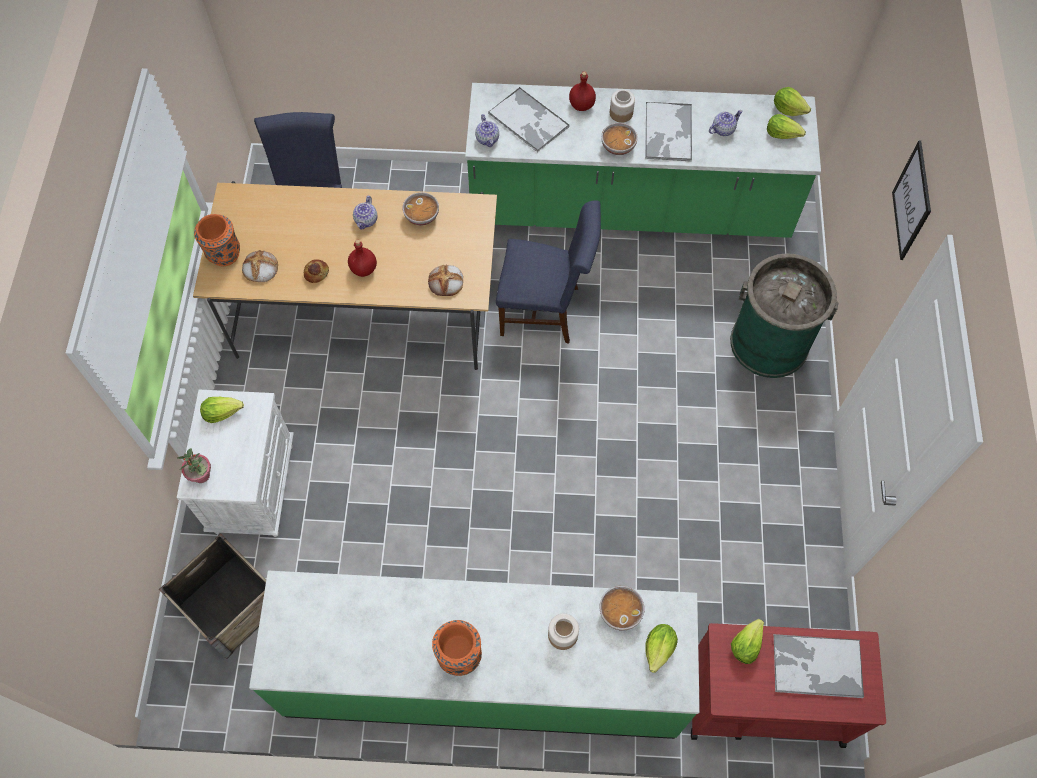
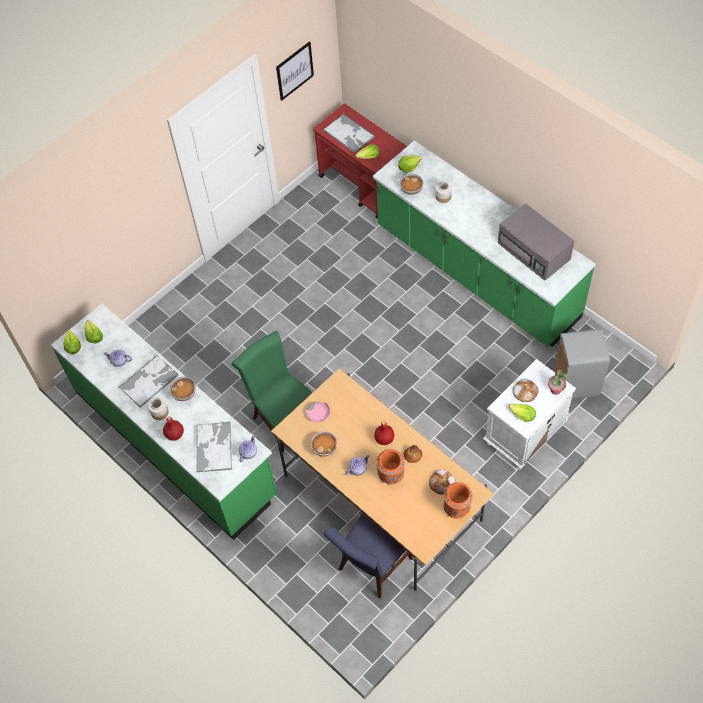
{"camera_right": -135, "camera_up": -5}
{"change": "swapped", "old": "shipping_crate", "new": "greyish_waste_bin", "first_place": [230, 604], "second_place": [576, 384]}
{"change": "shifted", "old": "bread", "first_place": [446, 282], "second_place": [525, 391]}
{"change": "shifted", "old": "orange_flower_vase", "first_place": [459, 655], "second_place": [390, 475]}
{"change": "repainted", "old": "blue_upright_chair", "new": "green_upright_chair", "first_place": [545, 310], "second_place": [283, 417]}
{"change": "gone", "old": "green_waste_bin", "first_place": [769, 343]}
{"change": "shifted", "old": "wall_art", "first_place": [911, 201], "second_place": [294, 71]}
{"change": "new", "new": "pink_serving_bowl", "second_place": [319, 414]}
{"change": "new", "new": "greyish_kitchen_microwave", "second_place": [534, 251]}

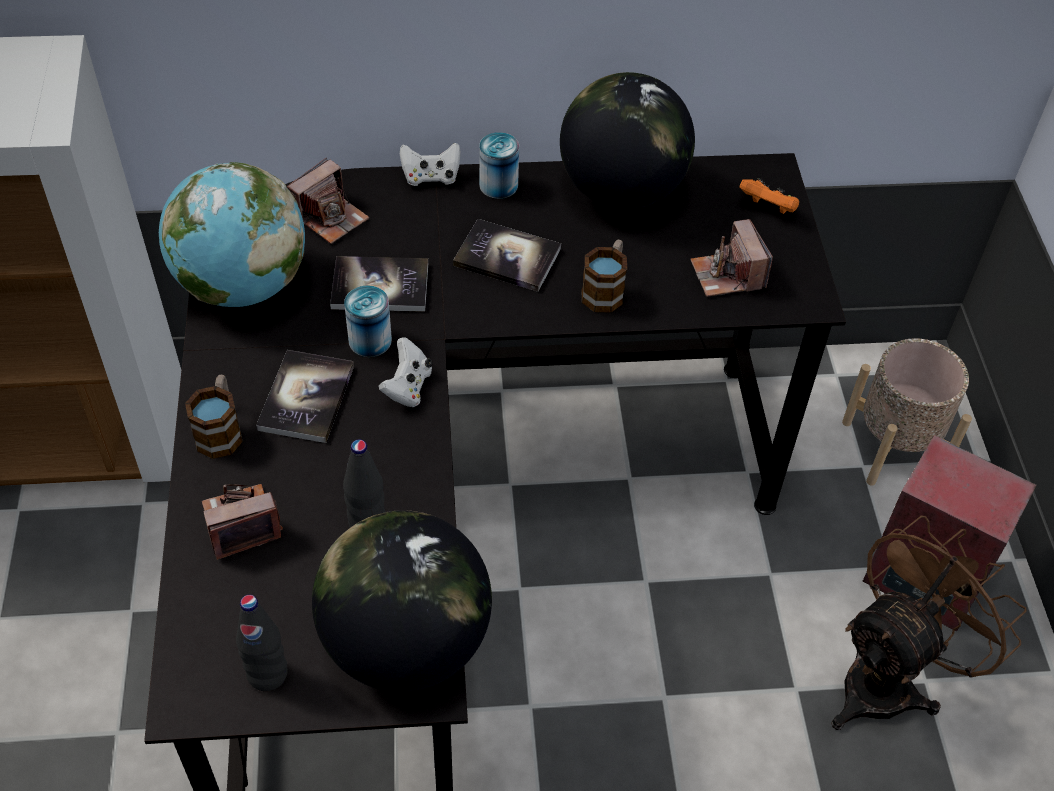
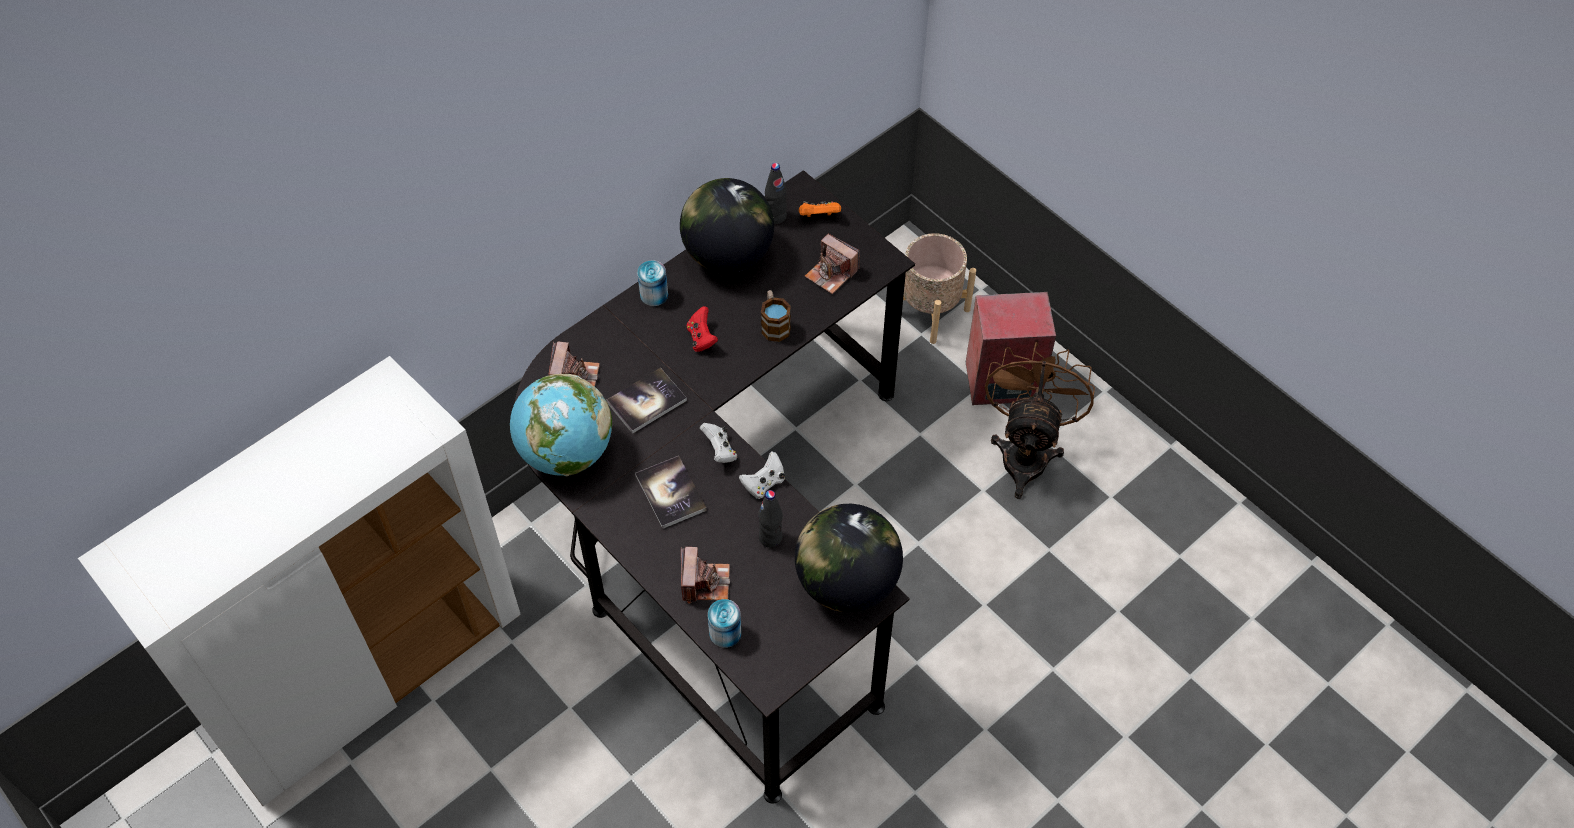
{"camera_right": -35, "camera_up": 5}
{"change": "gone", "old": "coffee_mug", "first_place": [221, 430]}
{"change": "rotated", "old": "photo_camera", "first_place": [240, 523], "second_place": [704, 582], "degrees": 150}
{"change": "shifted", "old": "black-coloured_beverage_bottle", "first_place": [267, 674], "second_place": [776, 217]}
{"change": "shifted", "old": "can", "first_place": [370, 340], "second_place": [725, 633]}
{"change": "shifted", "old": "white-coloured_joypad", "first_place": [431, 177], "second_place": [764, 483]}
{"change": "swapped", "old": "volume", "new": "red_joypad", "first_place": [507, 257], "second_place": [701, 338]}

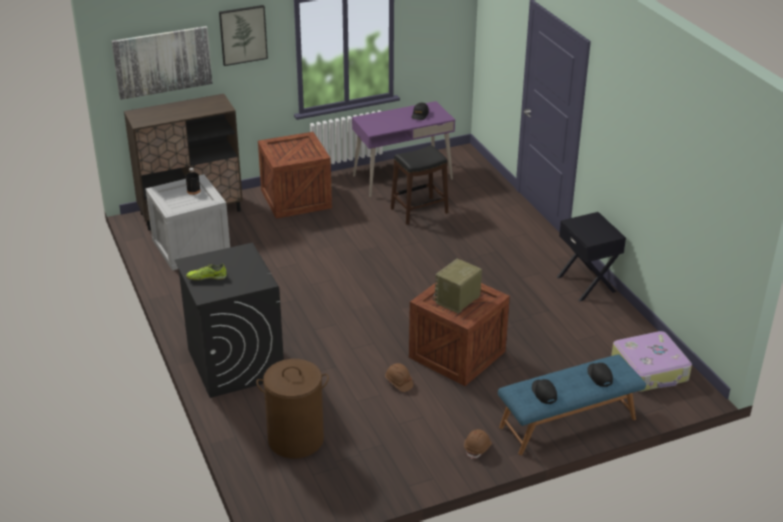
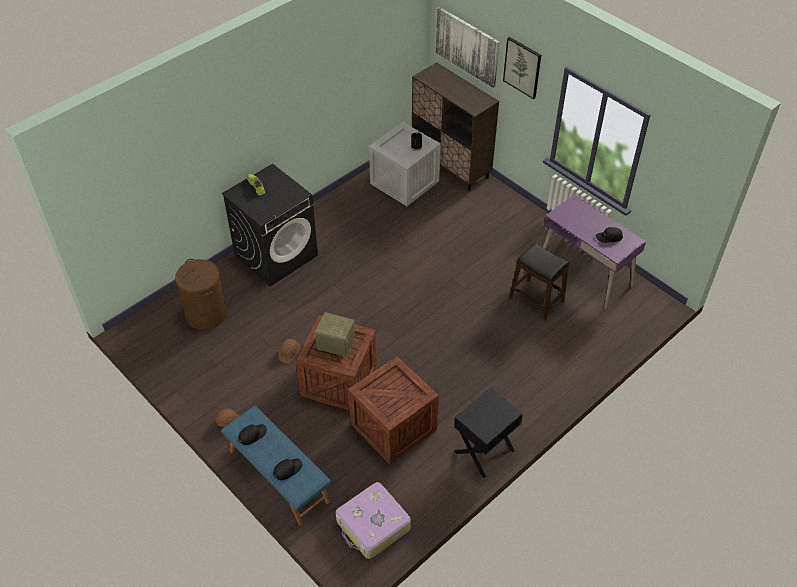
{"camera_right": 70, "camera_up": 15}
{"change": "shifted", "old": "shipping_crate", "first_place": [294, 199], "second_place": [393, 426]}

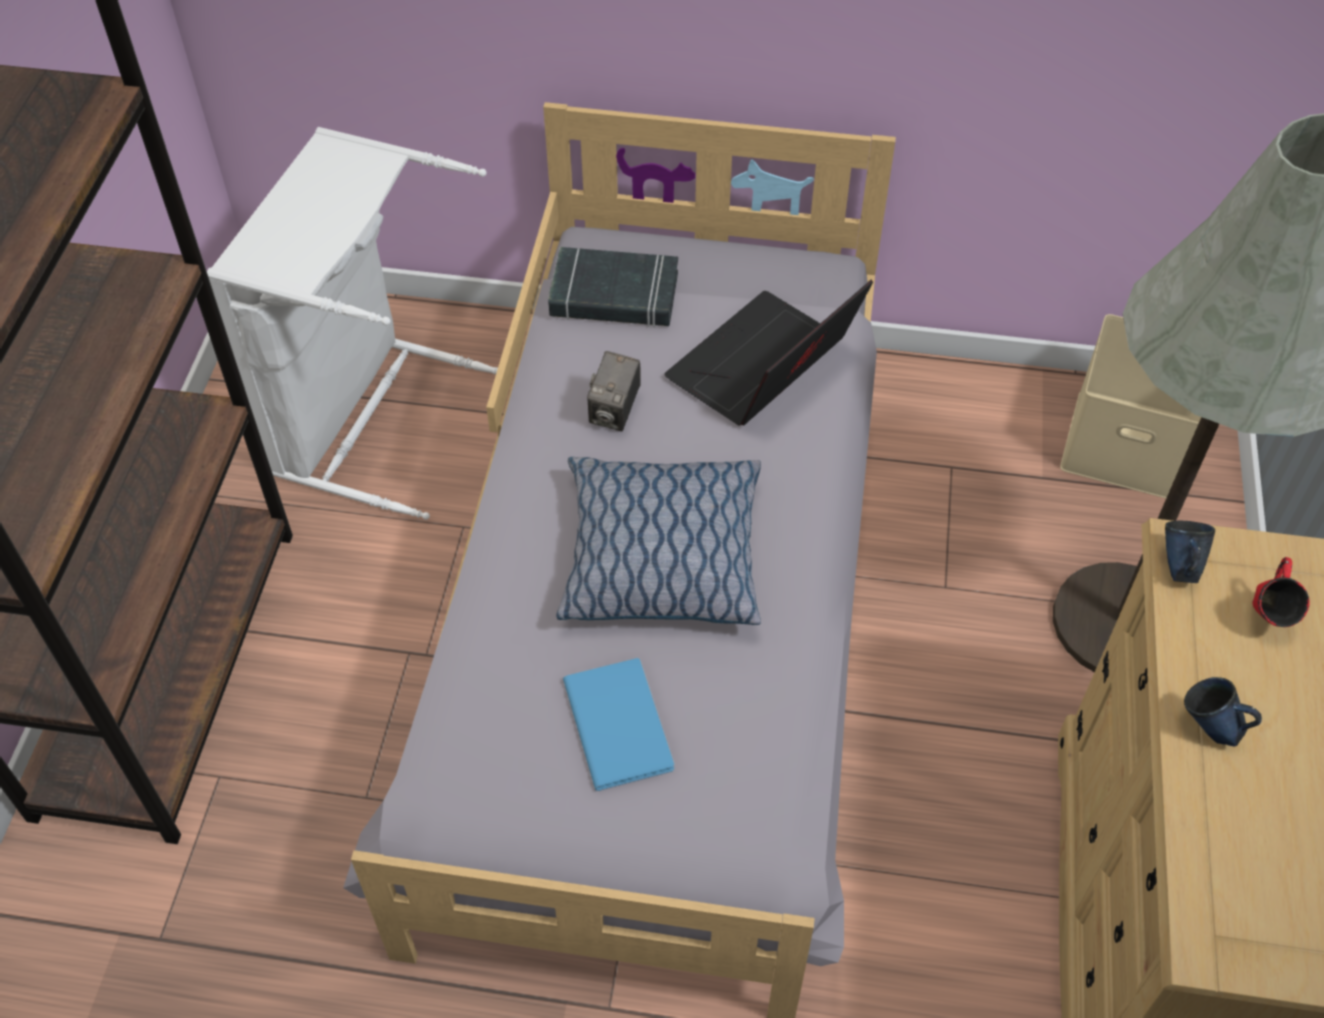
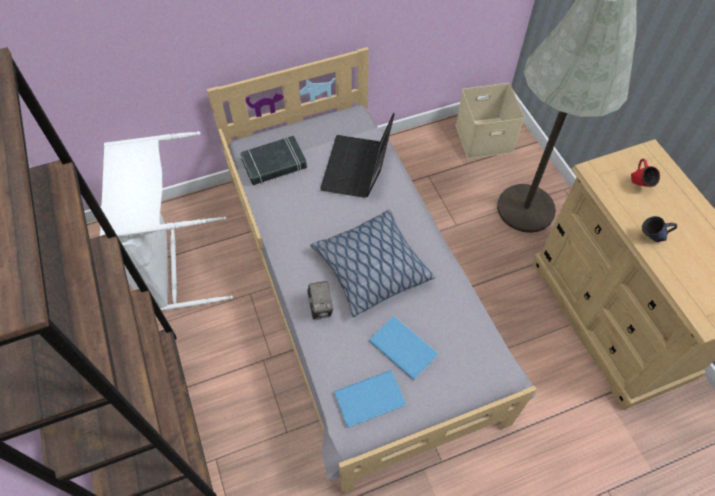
{"camera_right": -30, "camera_up": 5}
{"change": "shifted", "old": "photo_camera", "first_place": [615, 412], "second_place": [320, 307]}
{"change": "gone", "old": "blue_coffee_mug", "first_place": [1178, 568]}
{"change": "new", "new": "blue_volume", "second_place": [372, 400]}

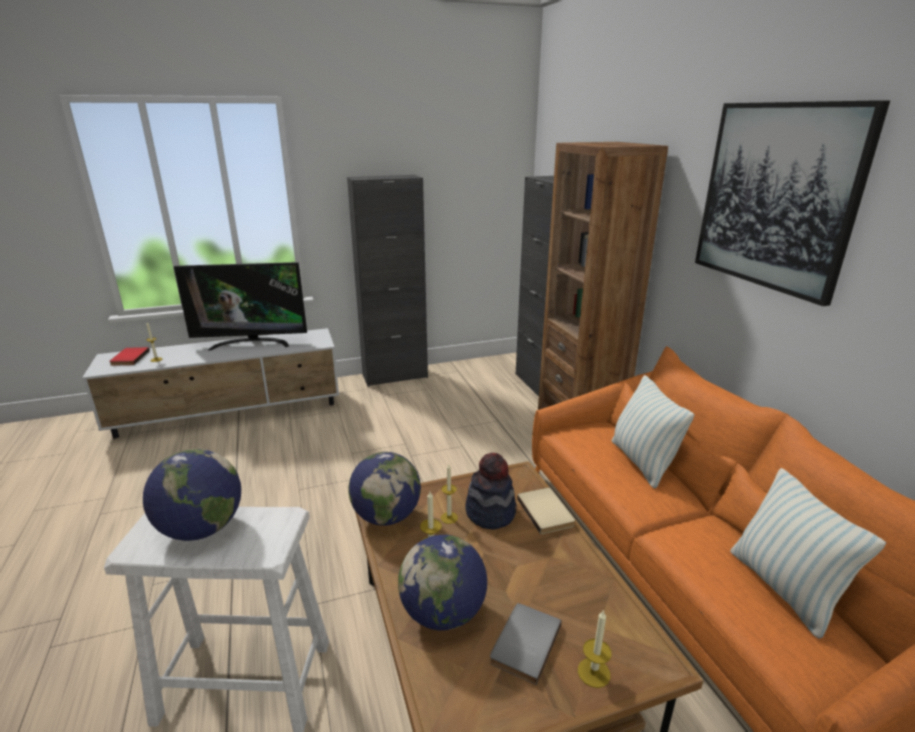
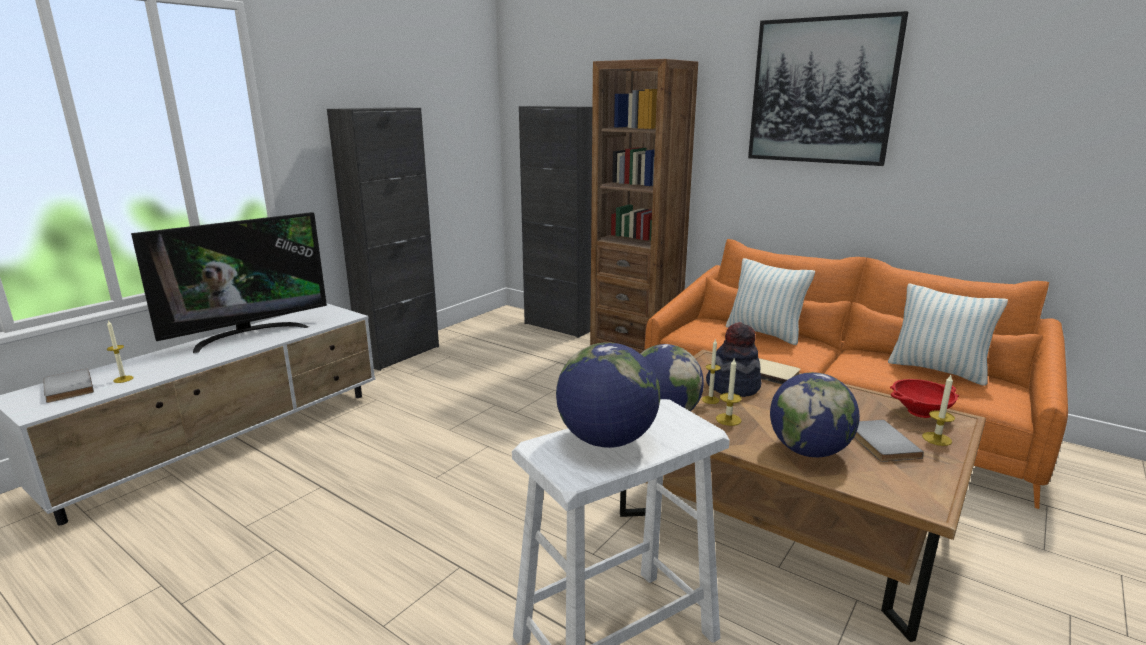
{"camera_right": -35, "camera_up": -5}
{"change": "repainted", "old": "red_volume", "new": "greyish_volume", "first_place": [129, 358], "second_place": [66, 388]}
{"change": "new", "new": "red_serving_bowl", "second_place": [920, 412]}

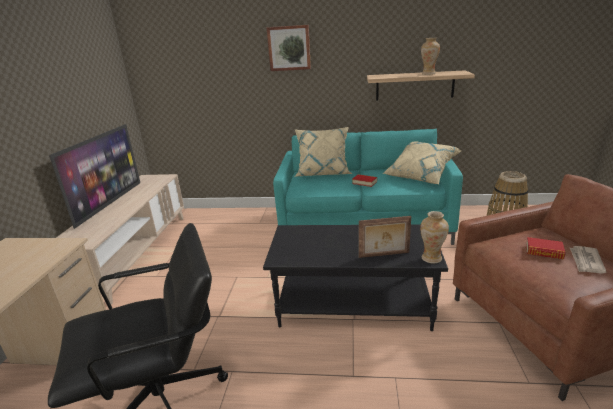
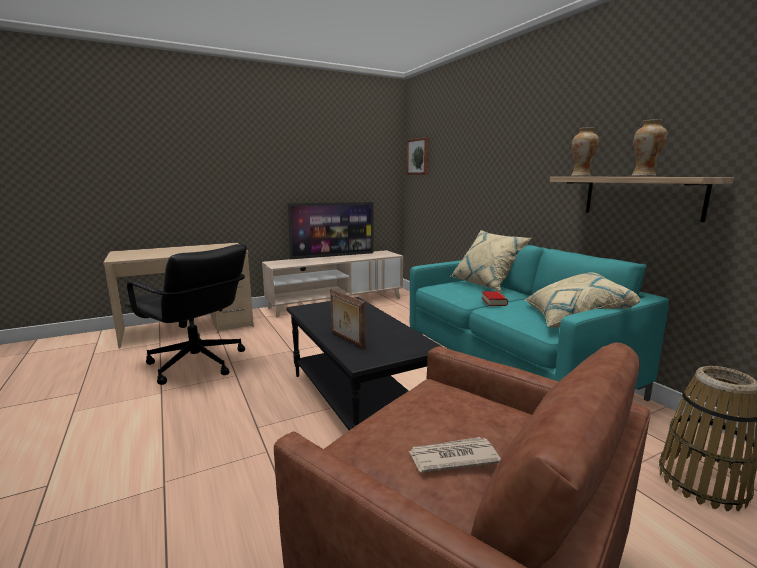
{"camera_right": 55, "camera_up": -10}
{"change": "shifted", "old": "wall_art", "first_place": [289, 48], "second_place": [418, 156]}
{"change": "shifted", "old": "flower_vase", "first_place": [431, 258], "second_place": [581, 176]}
{"change": "gone", "old": "volume", "first_place": [544, 252]}

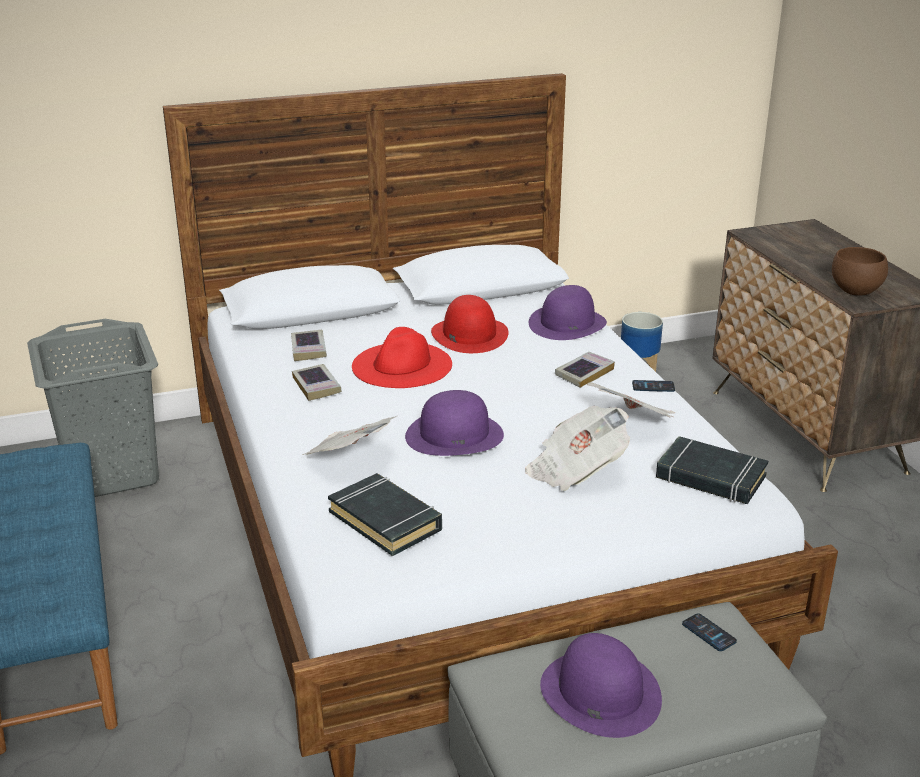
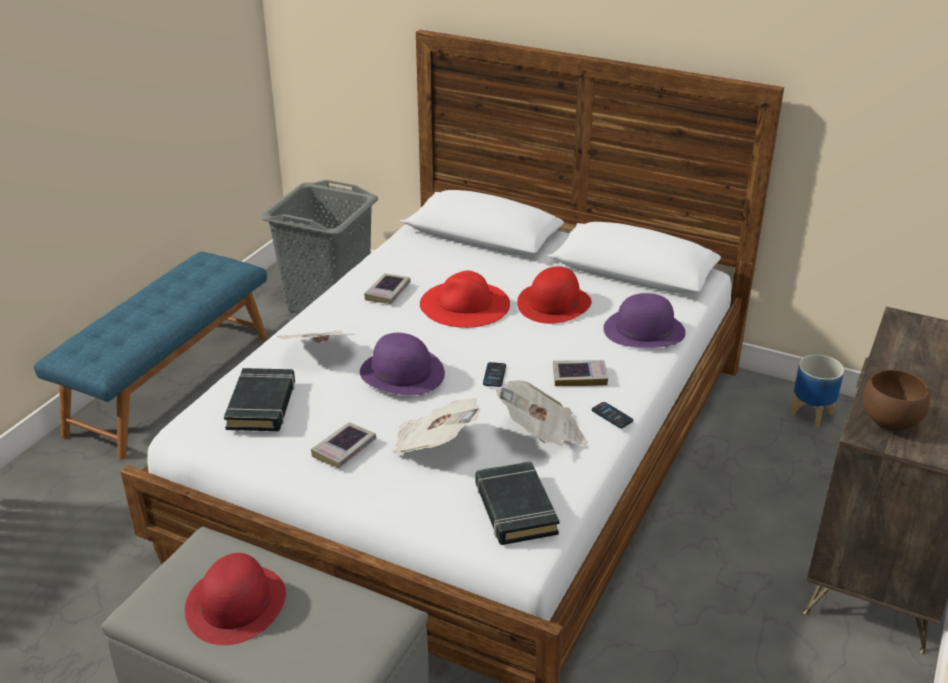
{"camera_right": 45, "camera_up": 5}
{"change": "shifted", "old": "volume", "first_place": [309, 349], "second_place": [344, 449]}
{"change": "repainted", "old": "purple-coloured_clothing_hat", "new": "red_clothing_hat", "first_place": [599, 692], "second_place": [236, 603]}
{"change": "shifted", "old": "telephone", "first_place": [709, 633], "second_place": [494, 375]}

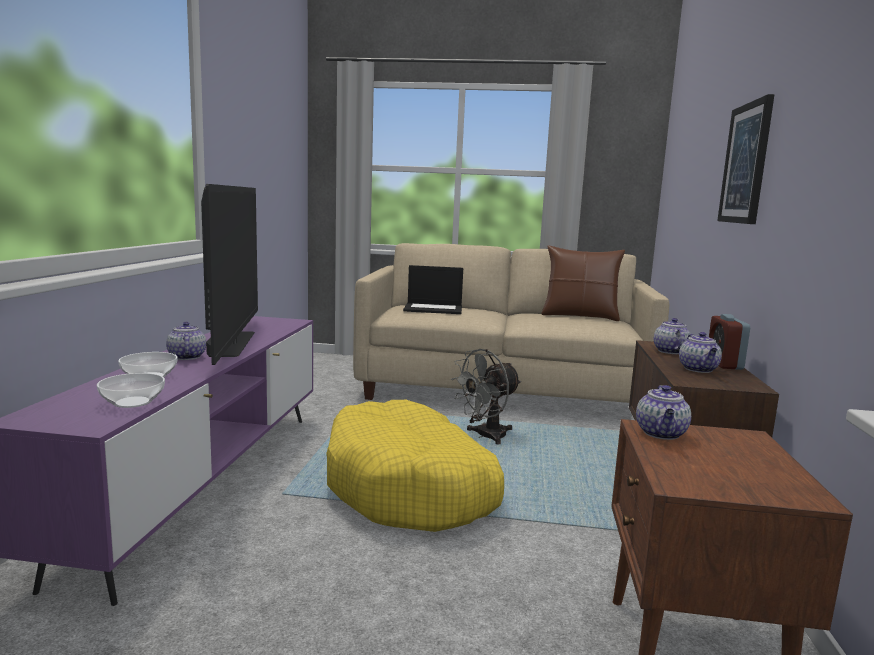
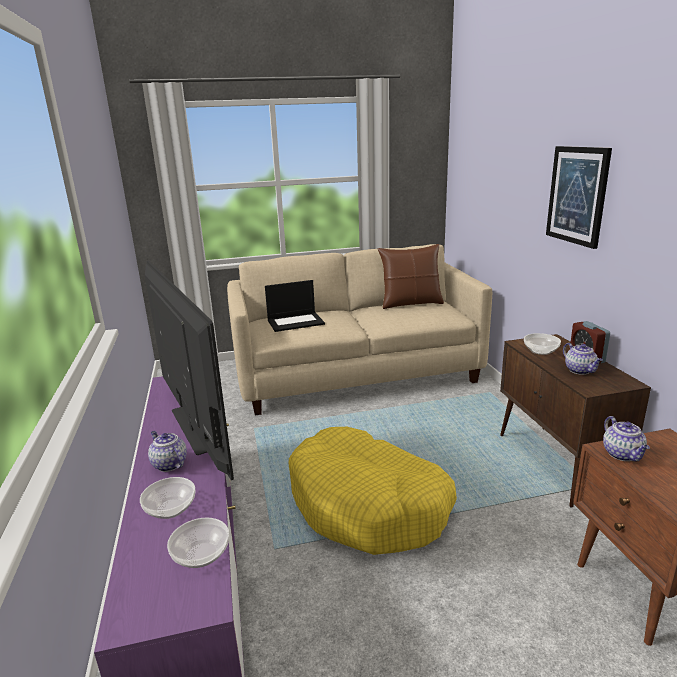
{"camera_right": -20, "camera_up": 10}
{"change": "gone", "old": "greyish_fan", "first_place": [485, 436]}
{"change": "swapped", "old": "pot_for_tea", "new": "serving_bowl", "first_place": [669, 351], "second_place": [540, 351]}

